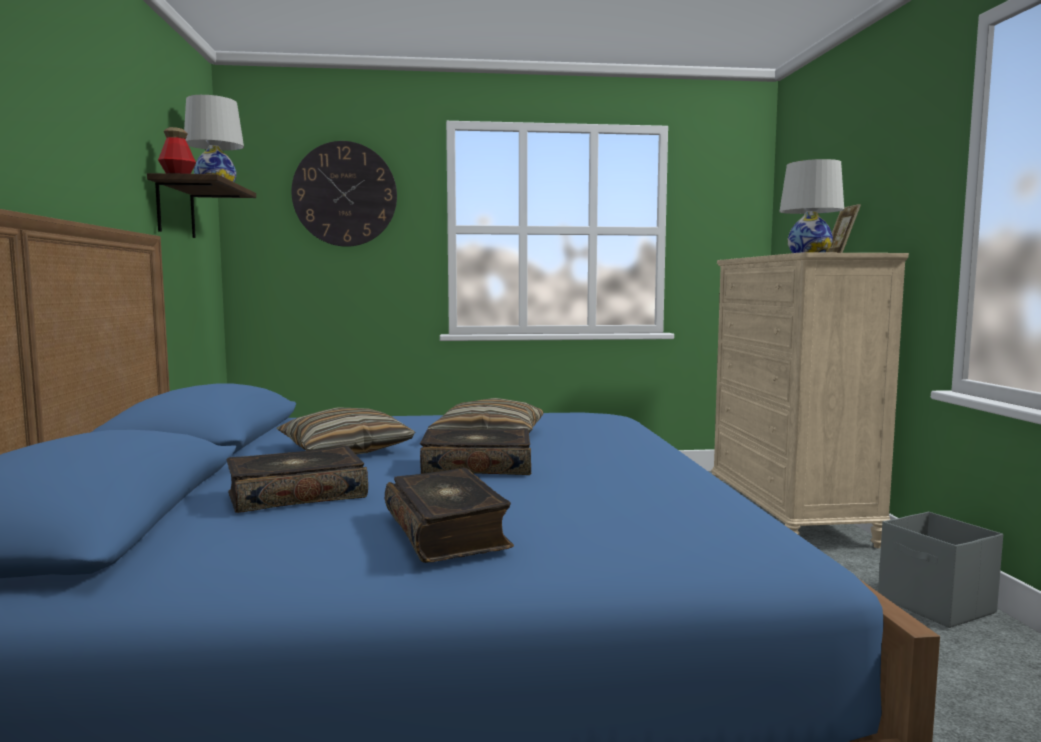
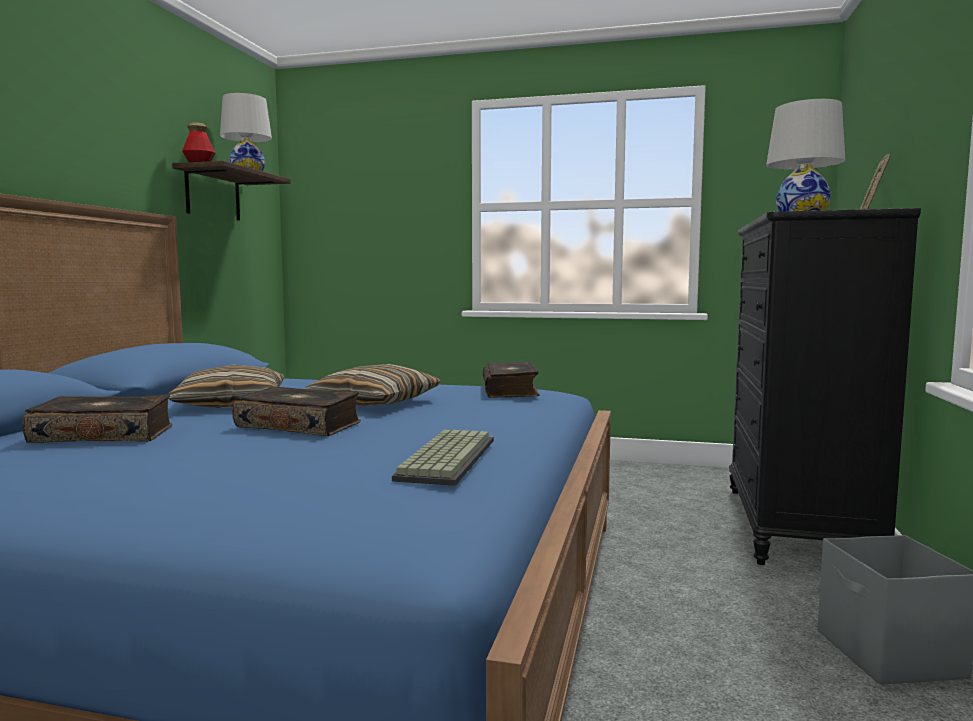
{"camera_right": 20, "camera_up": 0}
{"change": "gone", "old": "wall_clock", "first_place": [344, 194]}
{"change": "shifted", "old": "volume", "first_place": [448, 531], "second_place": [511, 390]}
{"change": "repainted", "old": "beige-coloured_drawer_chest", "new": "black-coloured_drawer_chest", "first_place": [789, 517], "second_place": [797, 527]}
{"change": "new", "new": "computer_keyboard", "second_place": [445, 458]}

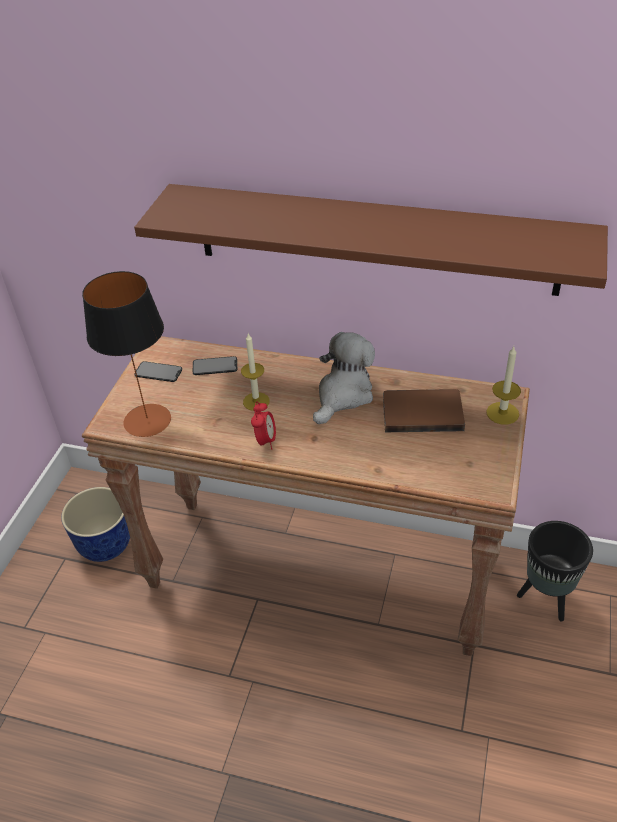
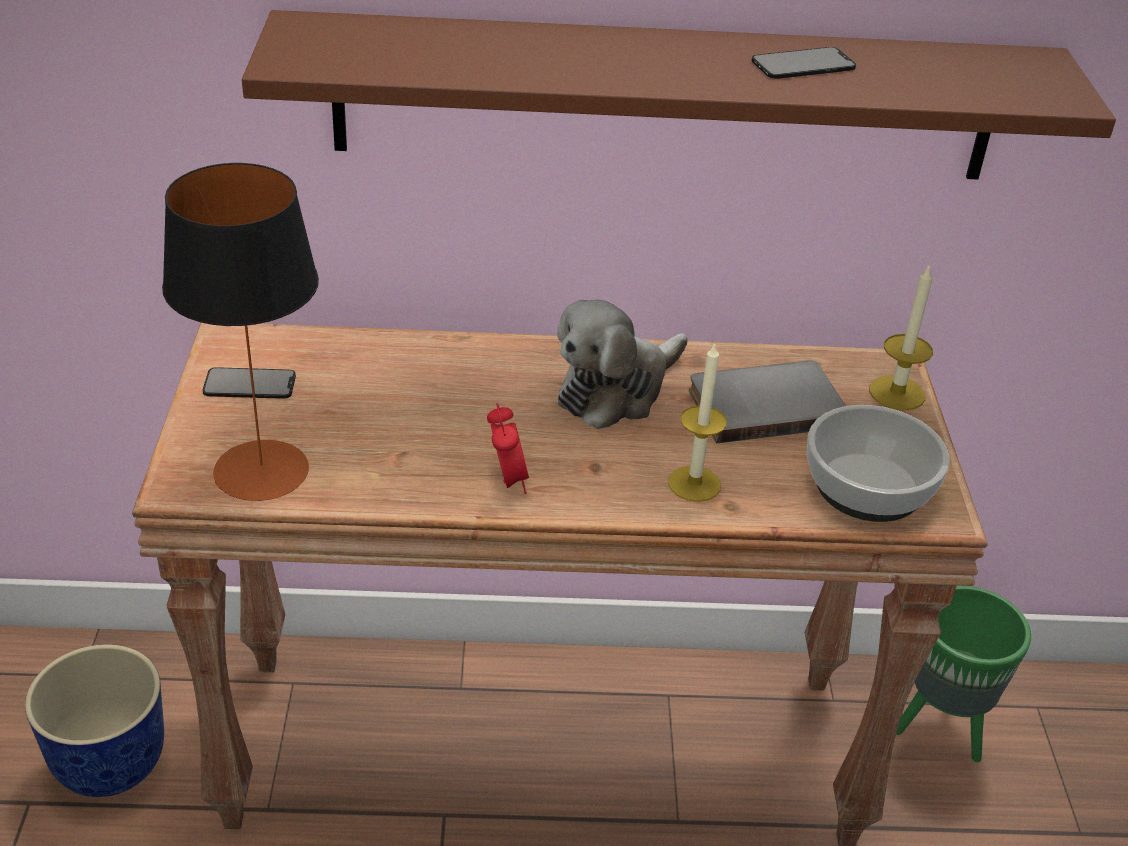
{"camera_right": -20, "camera_up": -5}
{"change": "shifted", "old": "telephone", "first_place": [215, 366], "second_place": [803, 64]}
{"change": "shifted", "old": "wax_light", "first_place": [256, 401], "second_place": [694, 484]}
{"change": "rotated", "old": "cuddly_toy", "first_place": [343, 395], "second_place": [616, 390], "degrees": -150}
{"change": "repainted", "old": "brown-coloured_volume", "new": "greyish_volume", "first_place": [422, 412], "second_place": [764, 404]}
{"change": "repainted", "old": "black-coloured_flower_pot", "new": "green_flower_pot", "first_place": [546, 598], "second_place": [941, 729]}
{"change": "new", "new": "serving_bowl", "second_place": [868, 485]}

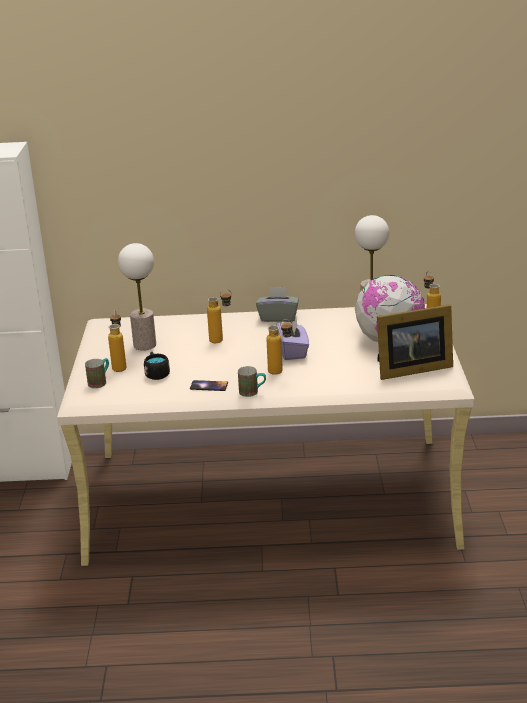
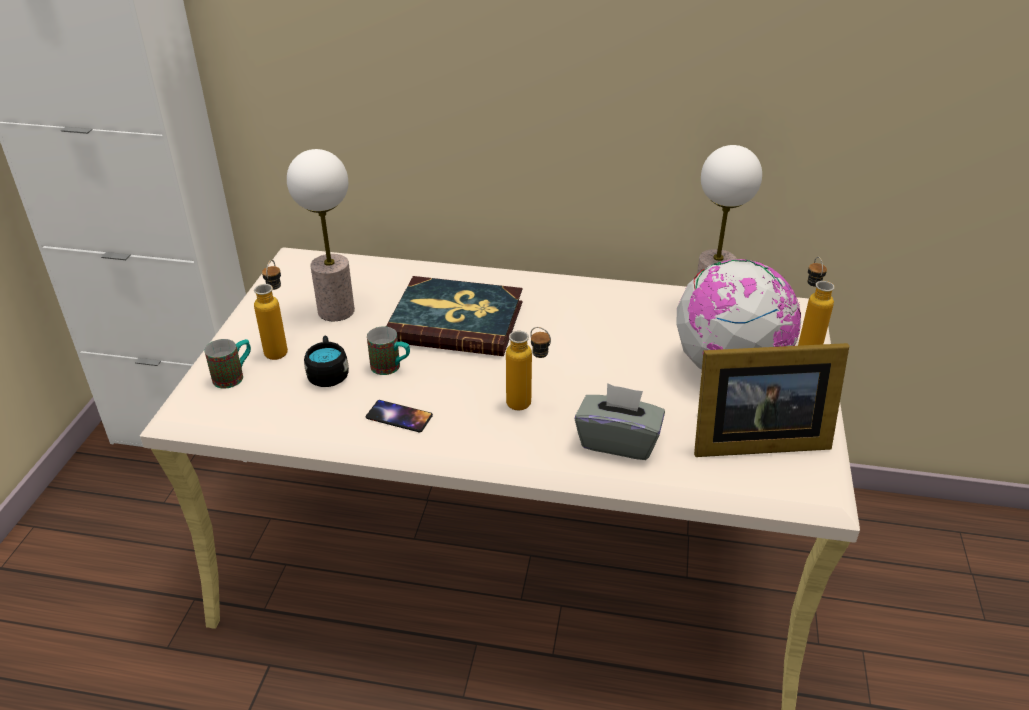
{"camera_right": 10, "camera_up": 10}
{"change": "swapped", "old": "beverage_bottle", "new": "volume", "first_place": [221, 340], "second_place": [456, 321]}
{"change": "shifted", "old": "coffee_mug", "first_place": [252, 392], "second_place": [391, 368]}
{"change": "shifted", "old": "greyish_box_of_tissues", "first_place": [278, 317], "second_place": [618, 441]}
{"change": "gone", "old": "purple-coloured_box_of_tissues", "first_place": [293, 351]}

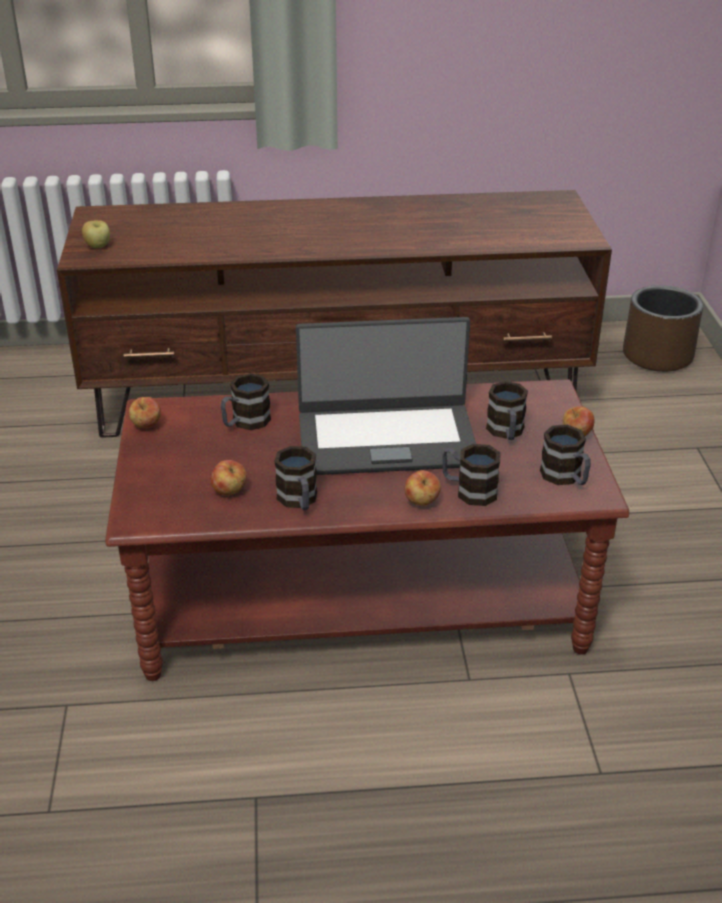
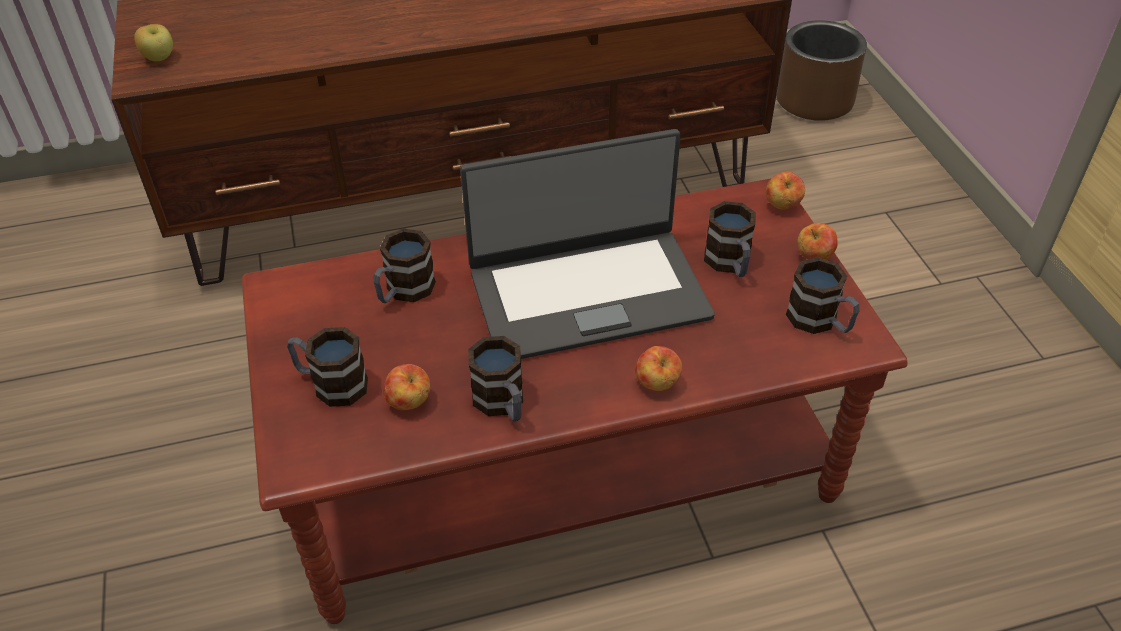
{"camera_right": -10, "camera_up": 10}
{"change": "shifted", "old": "apple", "first_place": [146, 426], "second_place": [782, 206]}
{"change": "shifted", "old": "coffee_mug", "first_place": [468, 490], "second_place": [331, 384]}

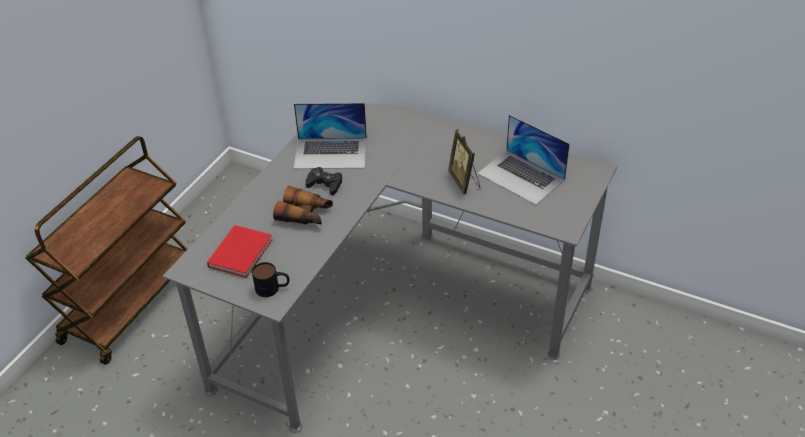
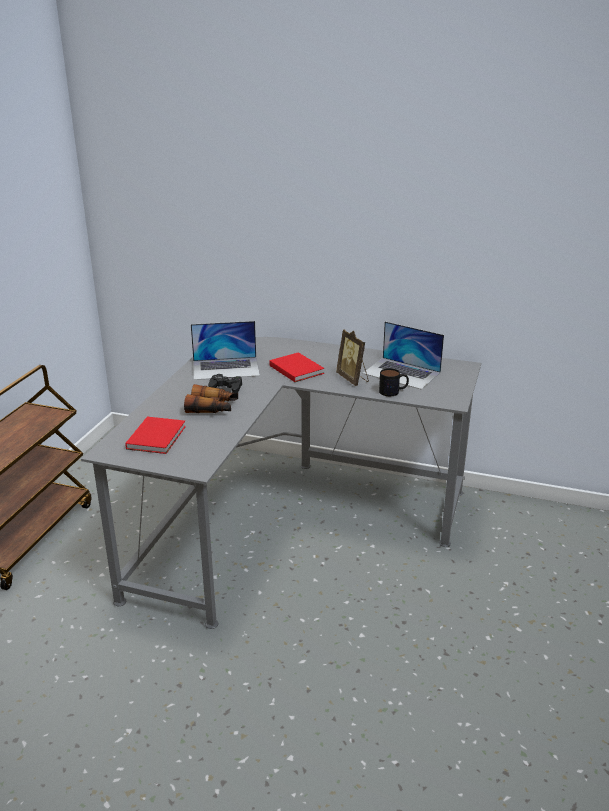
{"camera_right": -10, "camera_up": -15}
{"change": "shifted", "old": "coffee_mug", "first_place": [273, 288], "second_place": [393, 391]}
{"change": "new", "new": "red_volume", "second_place": [296, 369]}

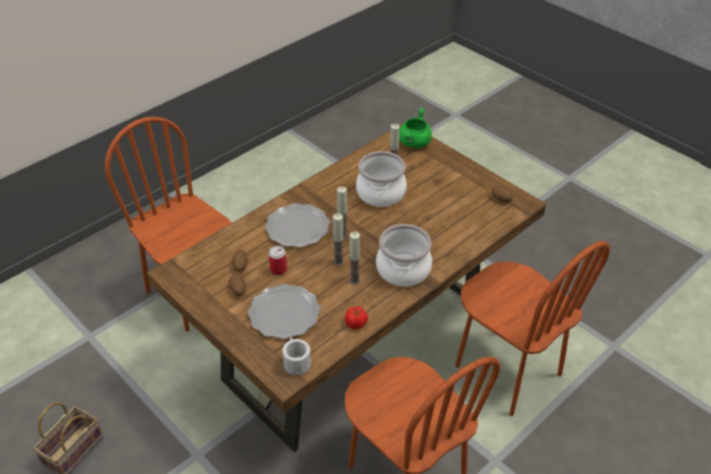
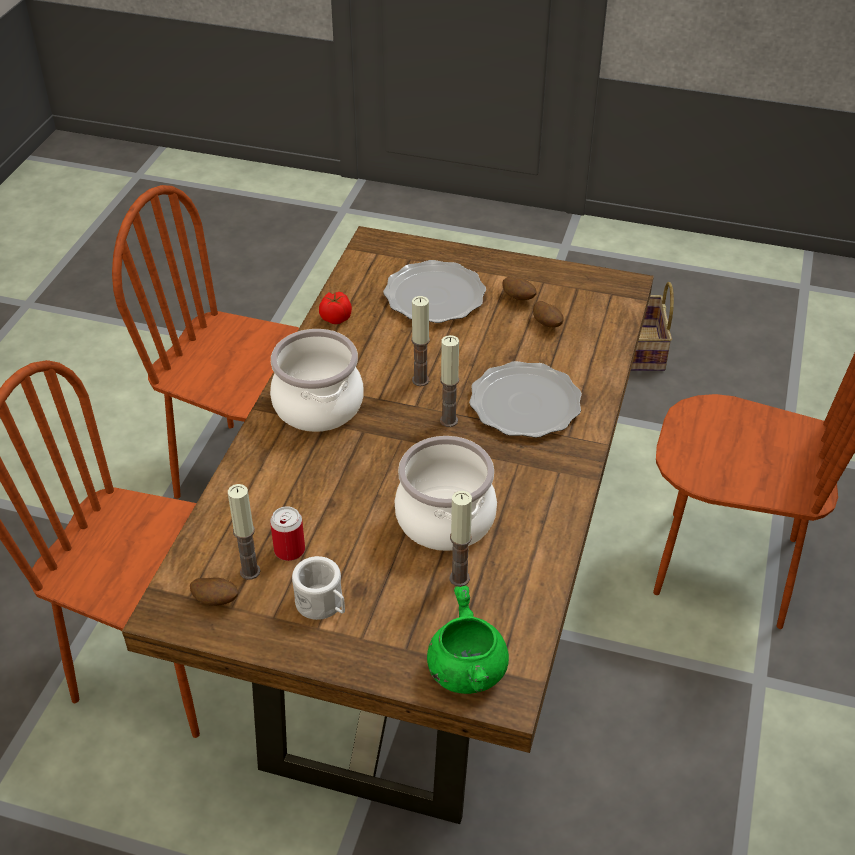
{"camera_right": 150, "camera_up": 0}
{"change": "shifted", "old": "can", "first_place": [278, 270], "second_place": [289, 550]}
{"change": "shifted", "old": "white-coloured_coffee_mug", "first_place": [296, 362], "second_place": [323, 605]}
{"change": "shifted", "old": "wax_light", "first_place": [354, 280], "second_place": [250, 571]}

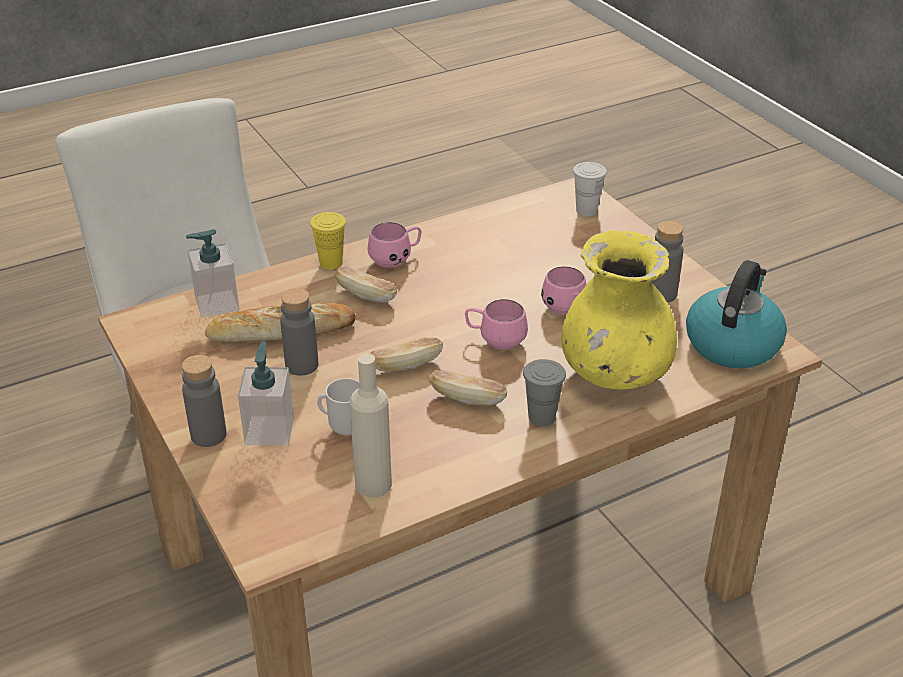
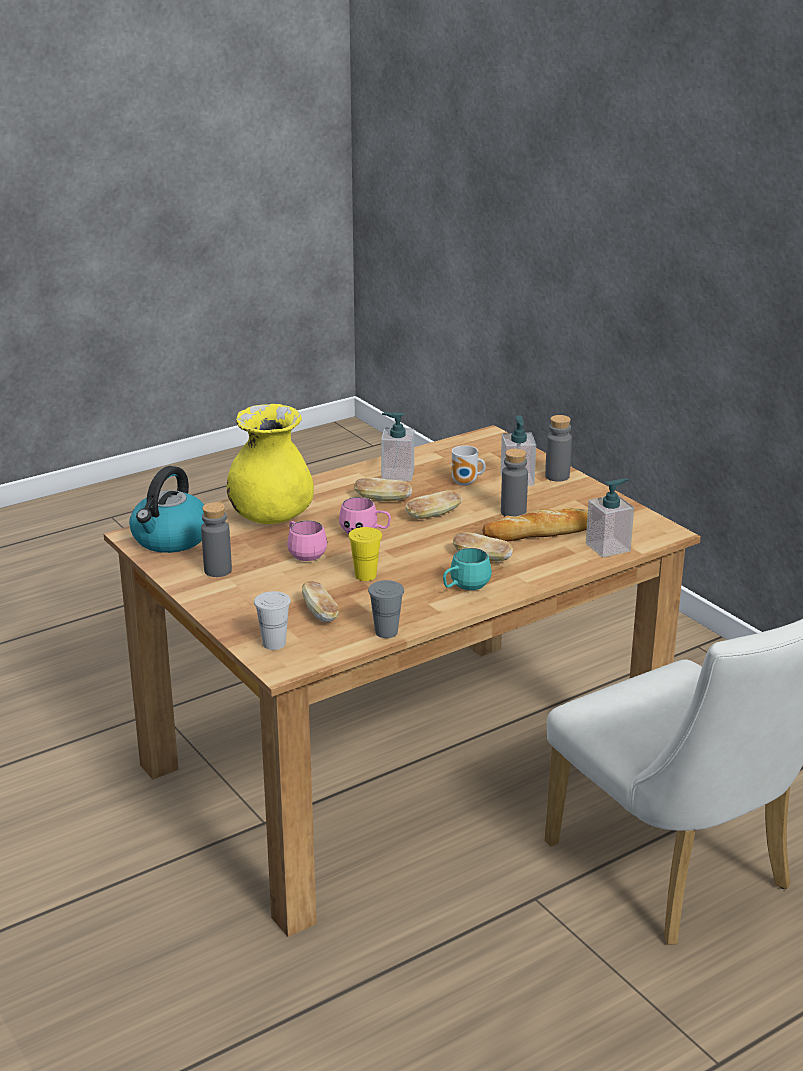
{"camera_right": 175, "camera_up": -10}
{"change": "shifted", "old": "yellow-coloured_cup", "first_place": [331, 263], "second_place": [365, 575]}
{"change": "gone", "old": "beige-coloured_beverage_bottle", "first_place": [373, 484]}
{"change": "repainted", "old": "pink_coffee_mug", "new": "blue-green_coffee_mug", "first_place": [396, 259], "second_place": [464, 588]}
{"change": "shifted", "old": "greyish_cup", "first_place": [541, 417], "second_place": [386, 632]}
{"change": "new", "new": "bread", "second_place": [320, 613]}
{"change": "new", "new": "soap_bottle", "second_place": [397, 474]}

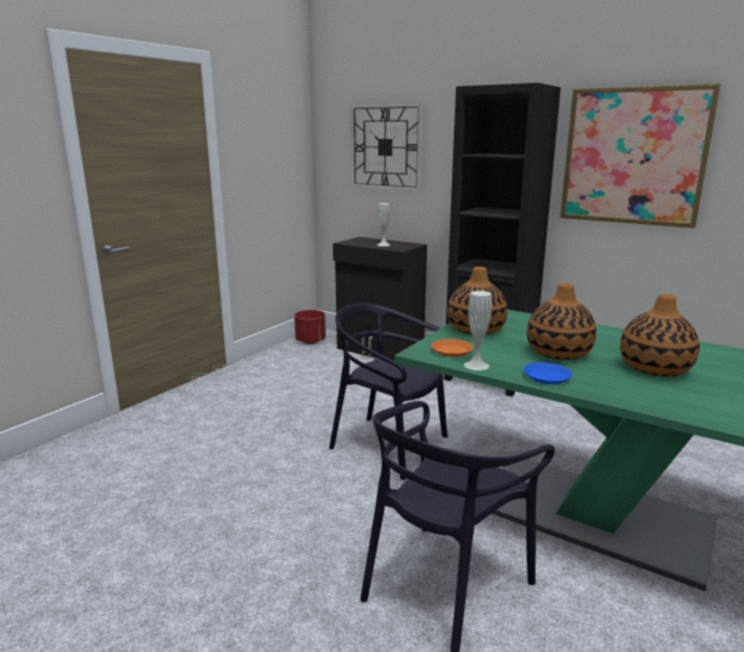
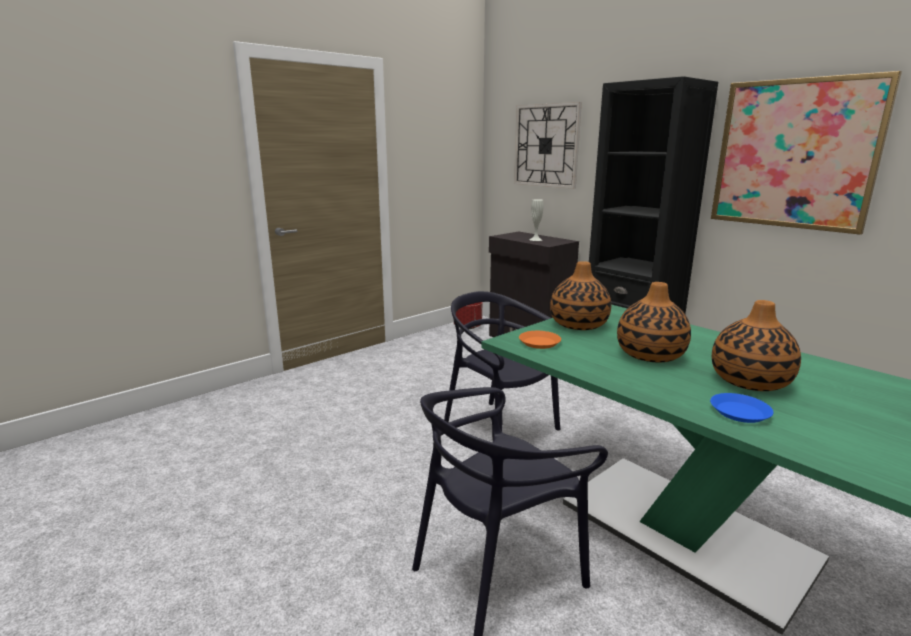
{"camera_right": 15, "camera_up": 0}
{"change": "gone", "old": "white-coloured_flower_vase", "first_place": [476, 365]}
{"change": "shifted", "old": "blue_dinner_plate", "first_place": [547, 377], "second_place": [739, 412]}

